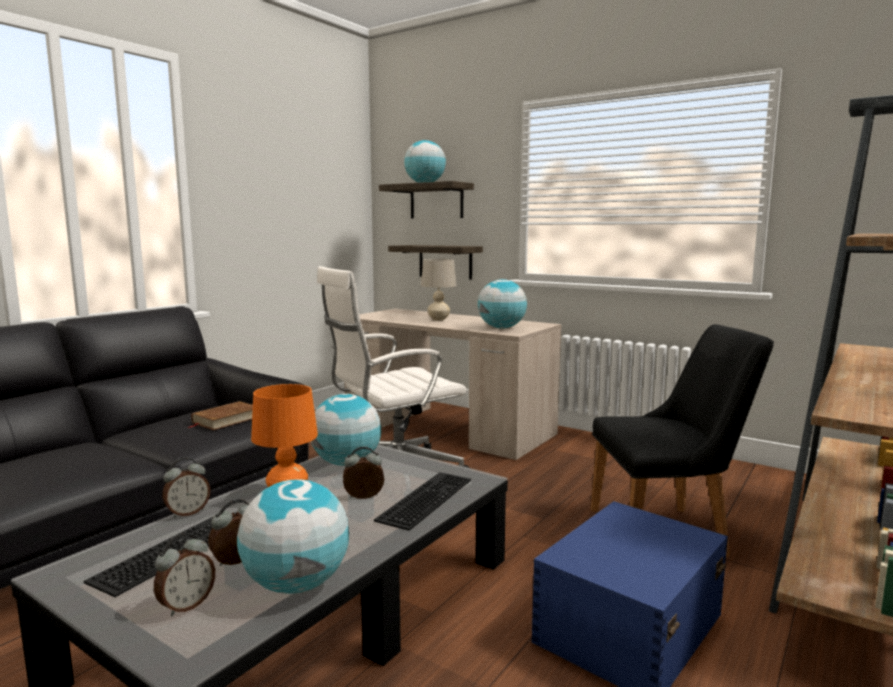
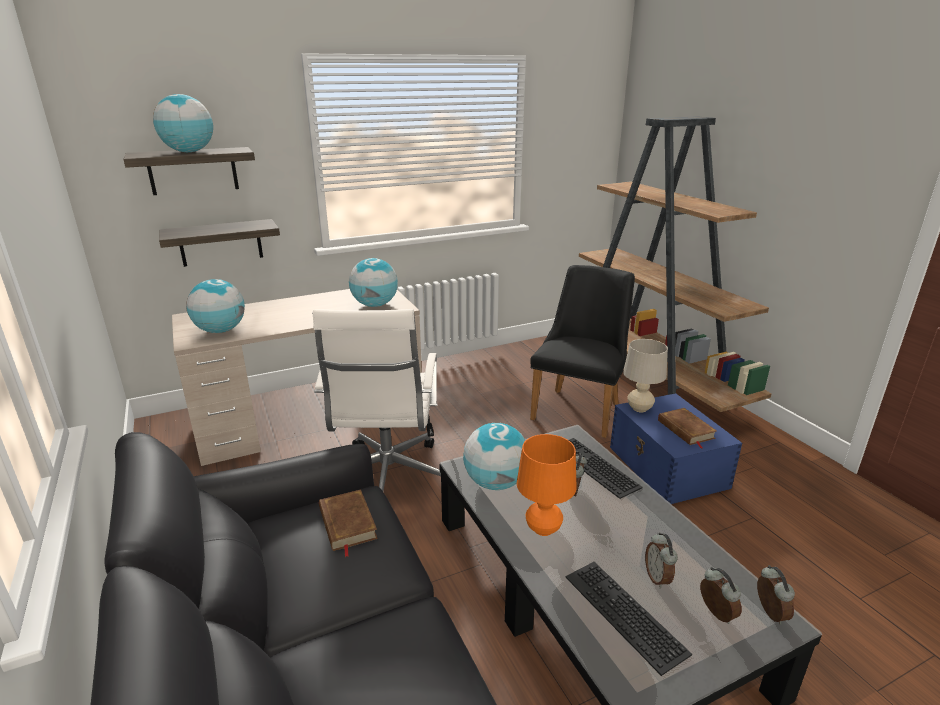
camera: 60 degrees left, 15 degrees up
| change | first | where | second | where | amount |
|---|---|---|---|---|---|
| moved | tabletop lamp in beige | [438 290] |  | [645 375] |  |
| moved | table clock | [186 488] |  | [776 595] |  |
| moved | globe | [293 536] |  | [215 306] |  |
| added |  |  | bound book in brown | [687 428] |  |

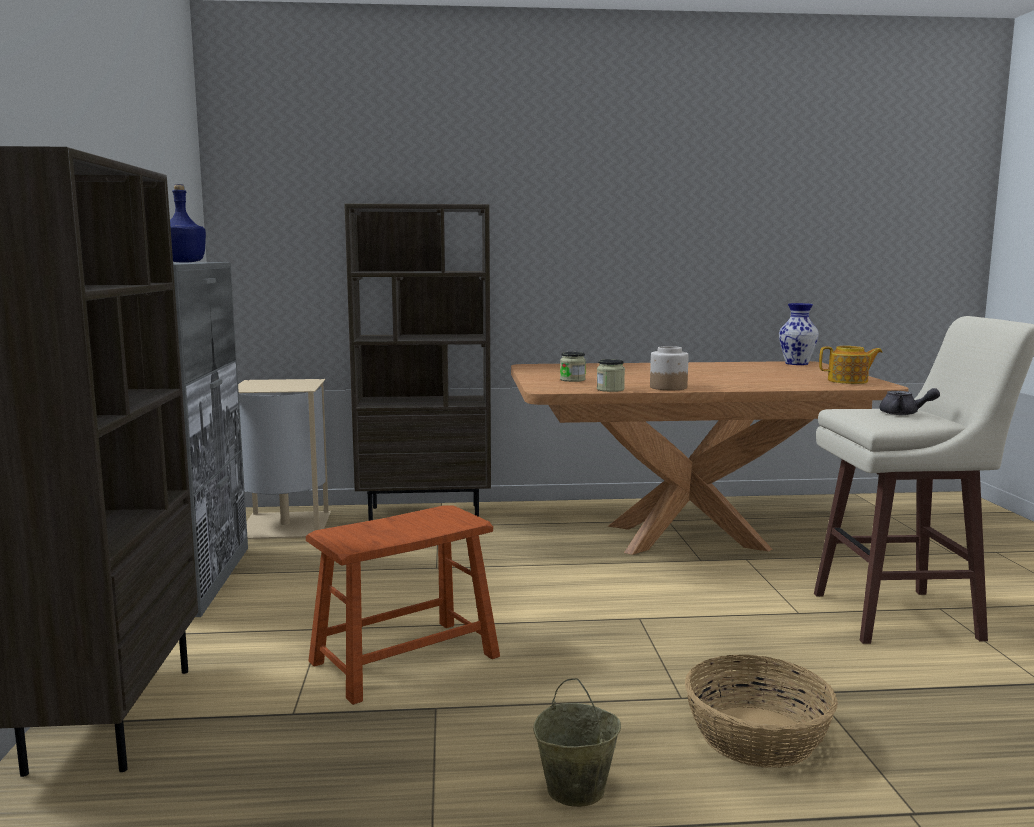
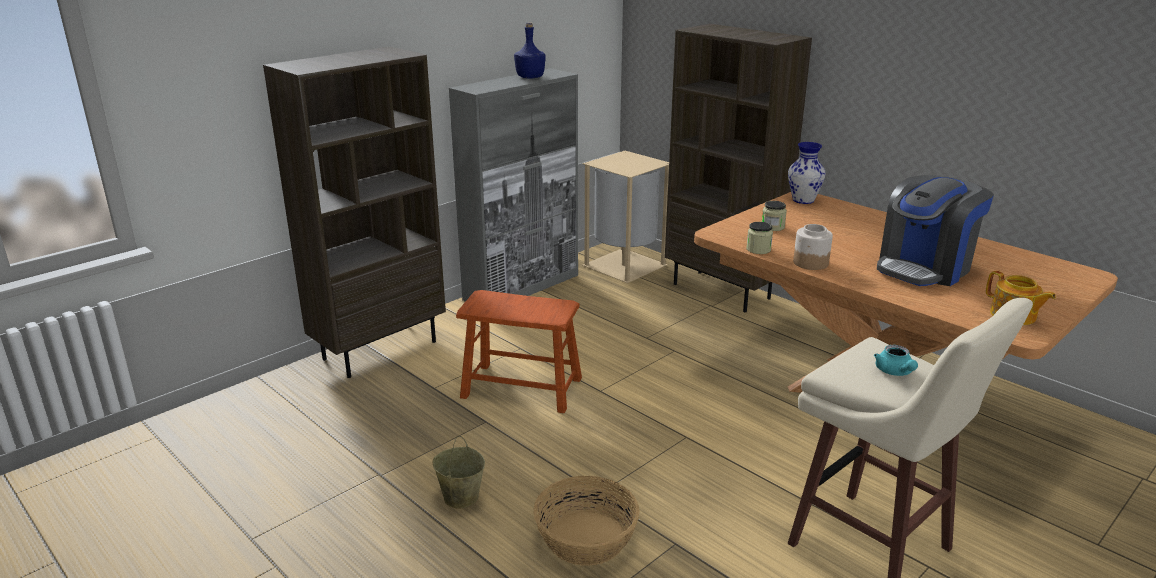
camera: 50 degrees right, 15 degrees up
| change | first | where | second | where | amount |
|---|---|---|---|---|---|
| moved | vase | [799 334] |  | [807 173] |  |
| recoloured | teapot in grey | [910 401] | teapot in turquoise-coloured | [896 360] |  |
| added |  |  | coffee maker | [935 230] |  |

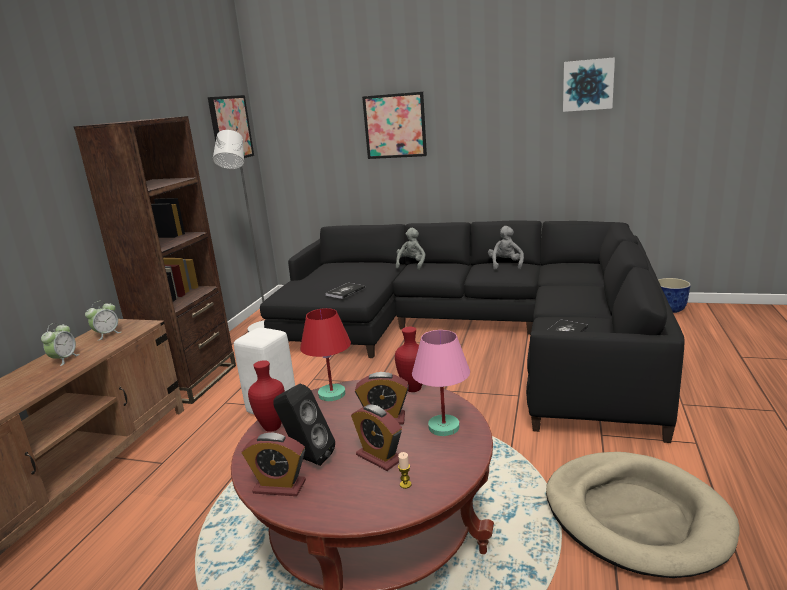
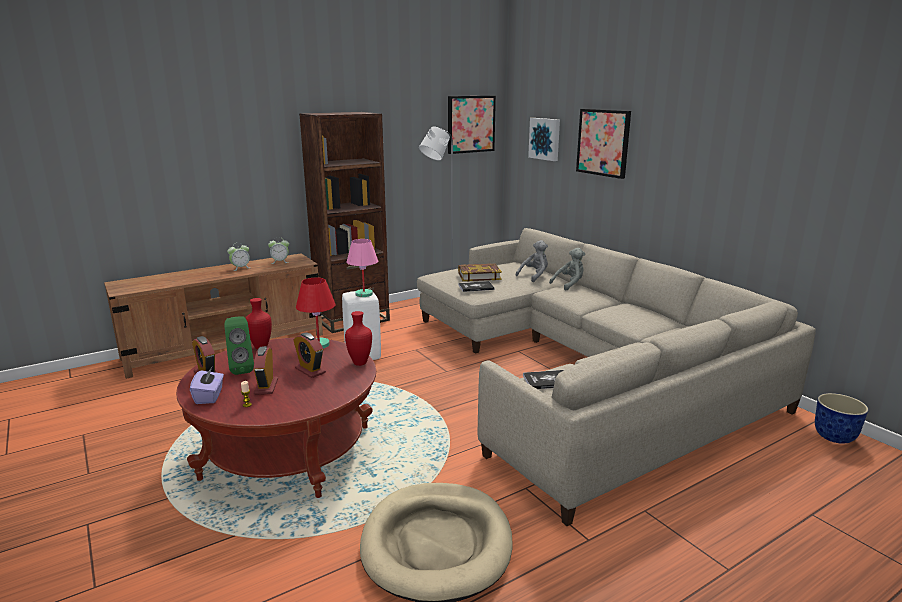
camera: 40 degrees right, 0 degrees up
| change | first | where | second | where | amount |
|---|---|---|---|---|---|
| moved | wall art | [589 84] |  | [544 139] |  |
| recoloured | couch in blackish | [472 332] | couch in beige | [616 377] |  |
| moved | plush toy in grey | [506 248] |  | [531 261] |  |
| moved | tabletop lamp in pink | [441 383] |  | [362 268] |  |
| recoloured | loudspeaker in blackish | [304 425] | loudspeaker in greenish | [239 346] |  |
| added |  |  | bound book | [480 272] |  |
| added |  |  | tissue box in purplish | [207 385] |  |

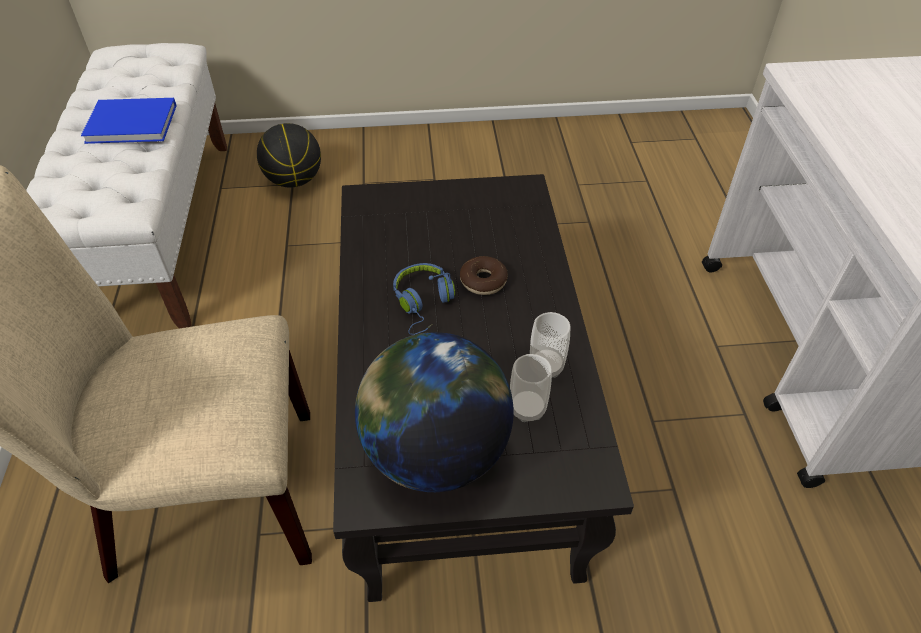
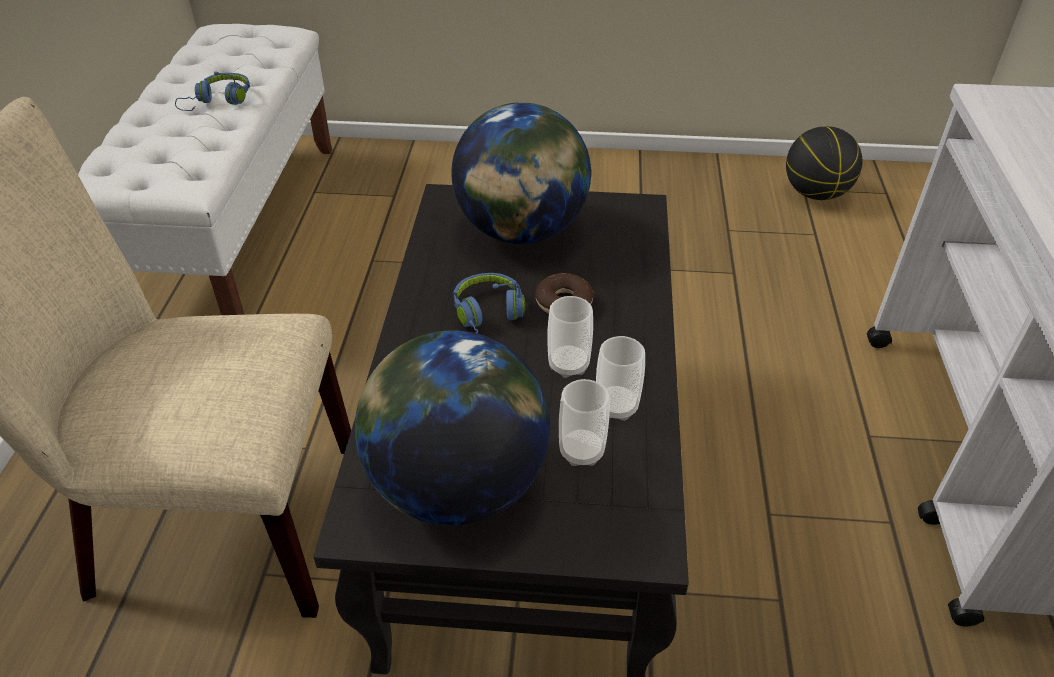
camera: 10 degrees right, 5 degrees down
| change | first | where | second | where | amount |
|---|---|---|---|---|---|
| replaced | bound book in blue | [129 121] | headset in blue | [212 91] |  |
| moved | basketball ball | [289 155] |  | [824 163] |  |
| added |  |  | globe | [521 173] |  |
| added |  |  | drinking cup | [570 337] |  |

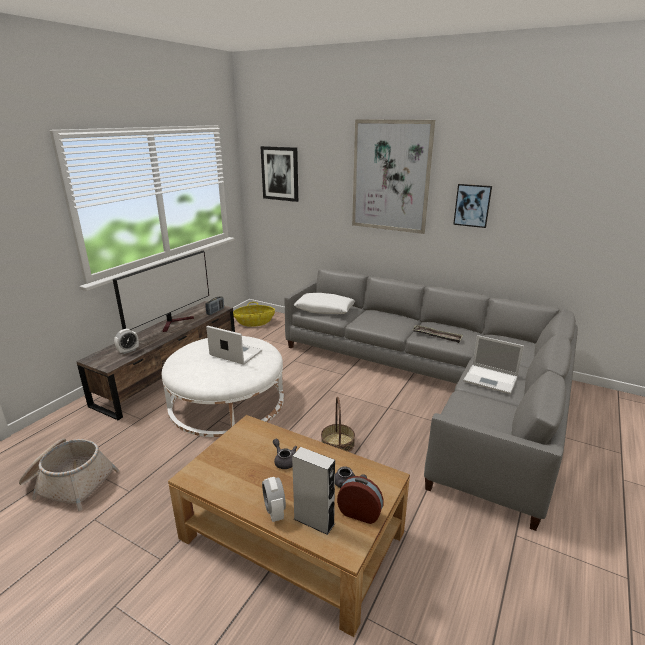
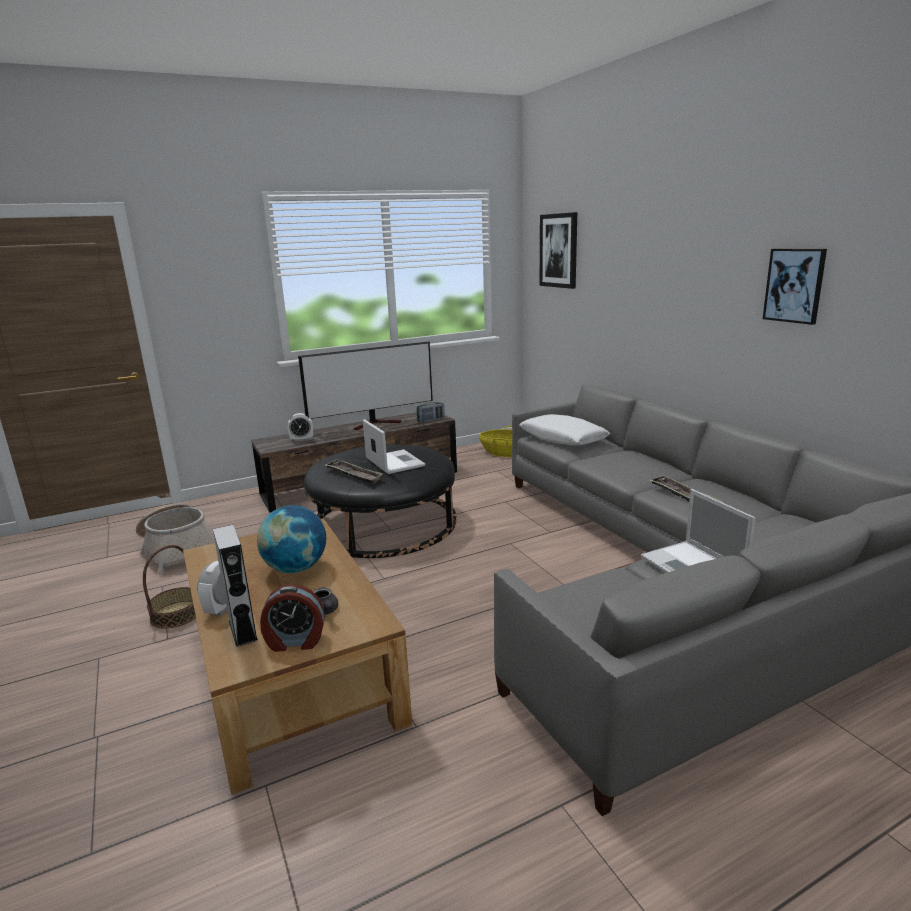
camera: 35 degrees right, 5 degrees down
| change | first | where | second | where | amount |
|---|---|---|---|---|---|
| removed | wall art | [393 176] |  |  |  |
| recoloured | footrest in white | [223 386] | footrest in blackish | [380 501] |  |
| moved | household basket | [338 424] |  | [169 587] |  |
| replaced | teapot in grey | [285 454] | globe | [291 539] |  |
| turned | table clock | [360 500] |  | [292 618] | 120 degrees clockwise |
| added |  |  | tray | [353 472] |  |

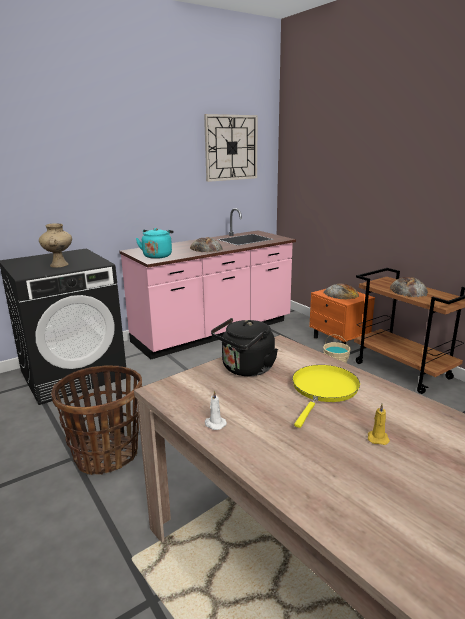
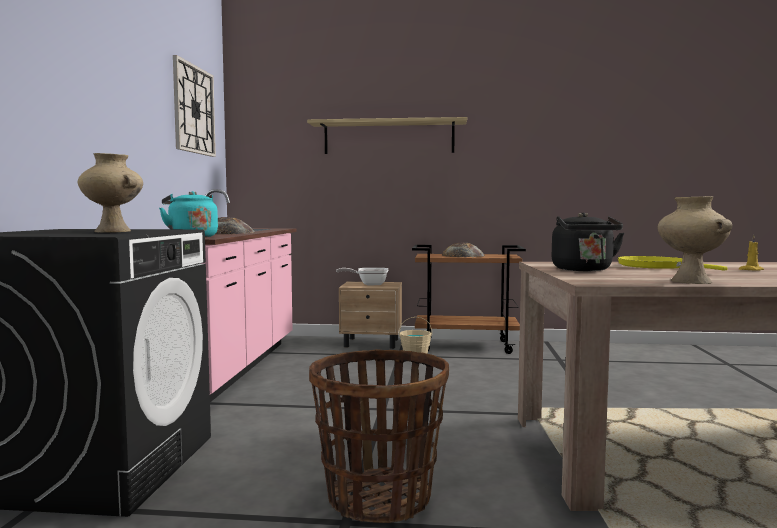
camera: 50 degrees left, 15 degrees down
| change | first | where | second | where | amount |
|---|---|---|---|---|---|
| replaced | baked bread | [341 291] | pan | [362 276] |  |
| recoloured | nightstand in orange | [342 316] | nightstand in beige | [370 315] |  |
| replaced | candle in white | [216 410] | vase in beige | [695 240] |  |
| added |  |  | wall shelf | [387 135] |  |

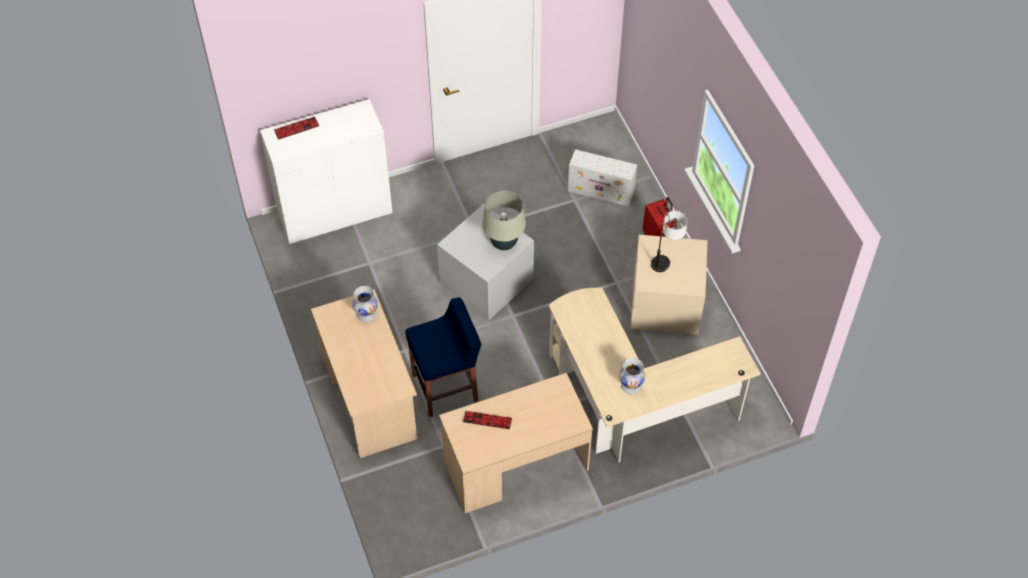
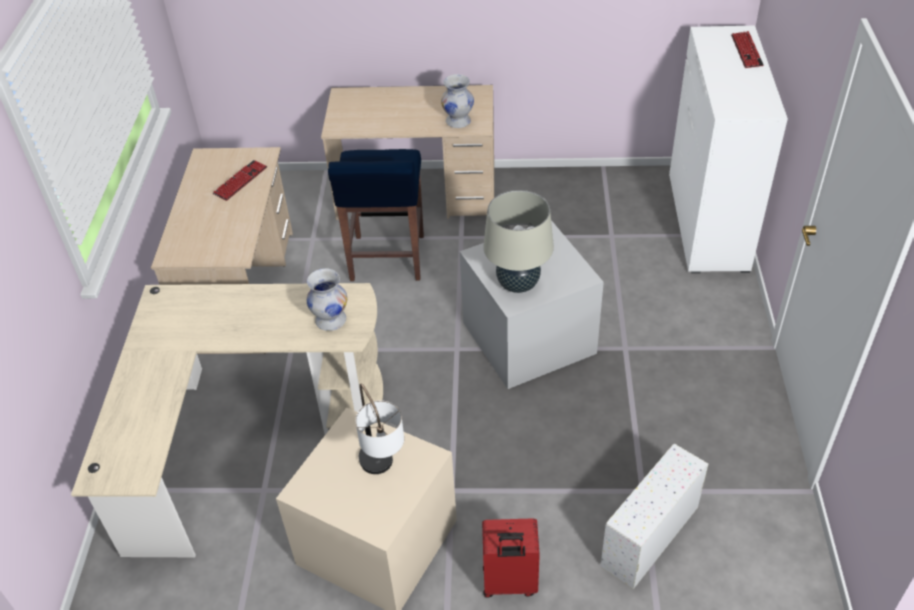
camera: 115 degrees right, 10 degrees down
| change | first | where | second | where | amount |
|---|---|---|---|---|---|
| moved | vase in white | [632 376] |  | [327 299] |  |

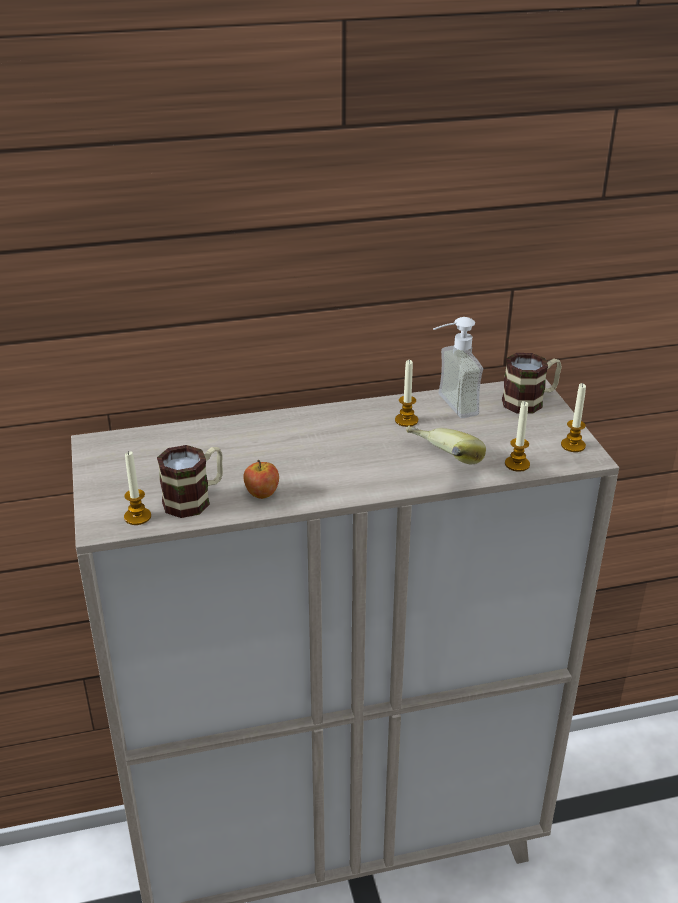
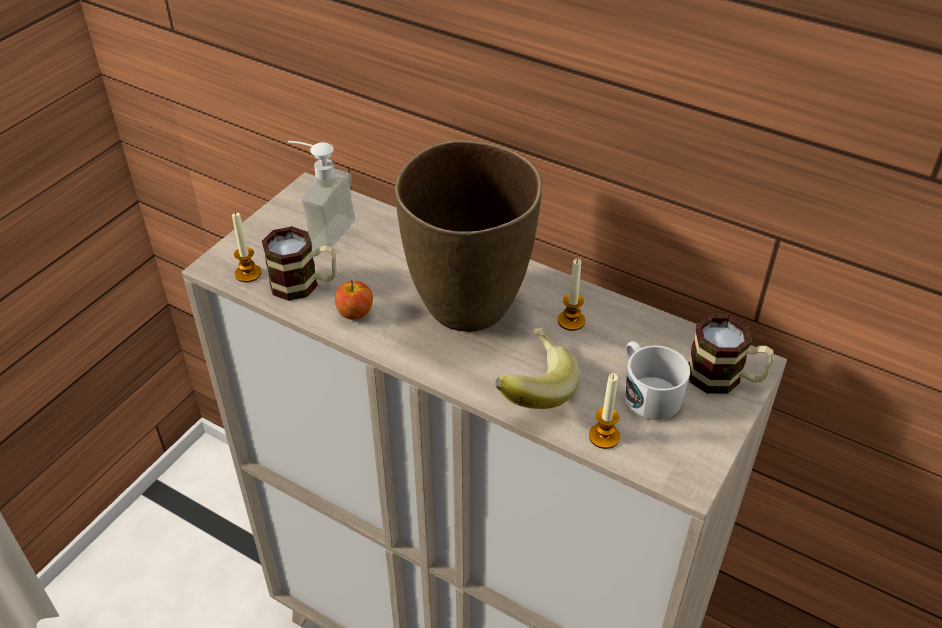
camera: 45 degrees right, 10 degrees up
| change | first | where | second | where | amount |
|---|---|---|---|---|---|
| moved | soap dispenser | [458 367] |  | [322 196] |  |
| removed | candle | [573 417] |  |  |  |
| added |  |  | vase in brown | [468 236] |  |
| added |  |  | mug in white | [657 380] |  |

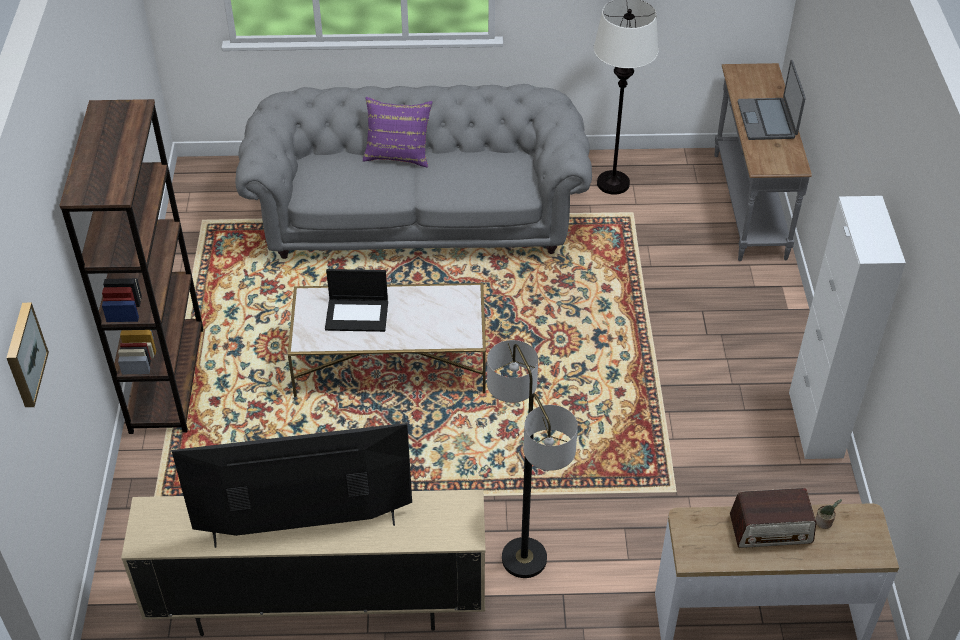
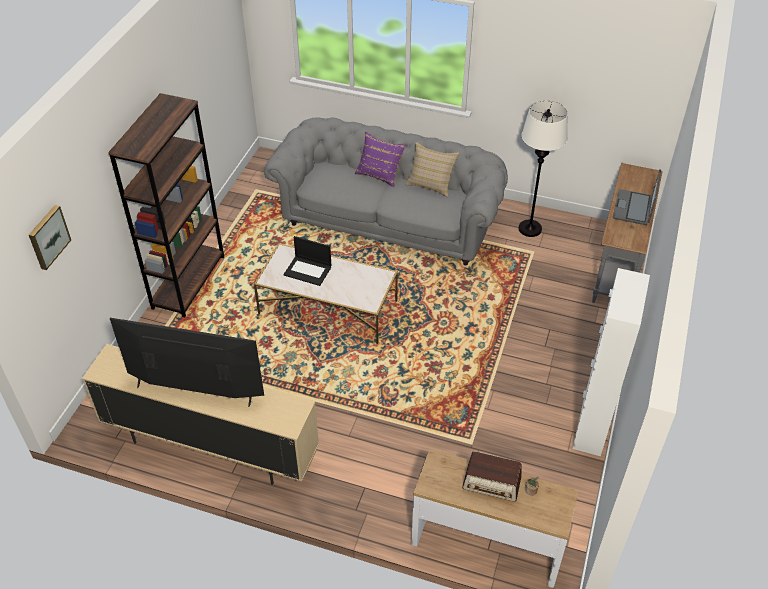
camera: 20 degrees right, 0 degrees up
| change | first | where | second | where | amount |
|---|---|---|---|---|---|
| removed | standard lamp | [532 459] |  |  |  |
| added |  |  | throw pillow in beige | [432 169] |  |

